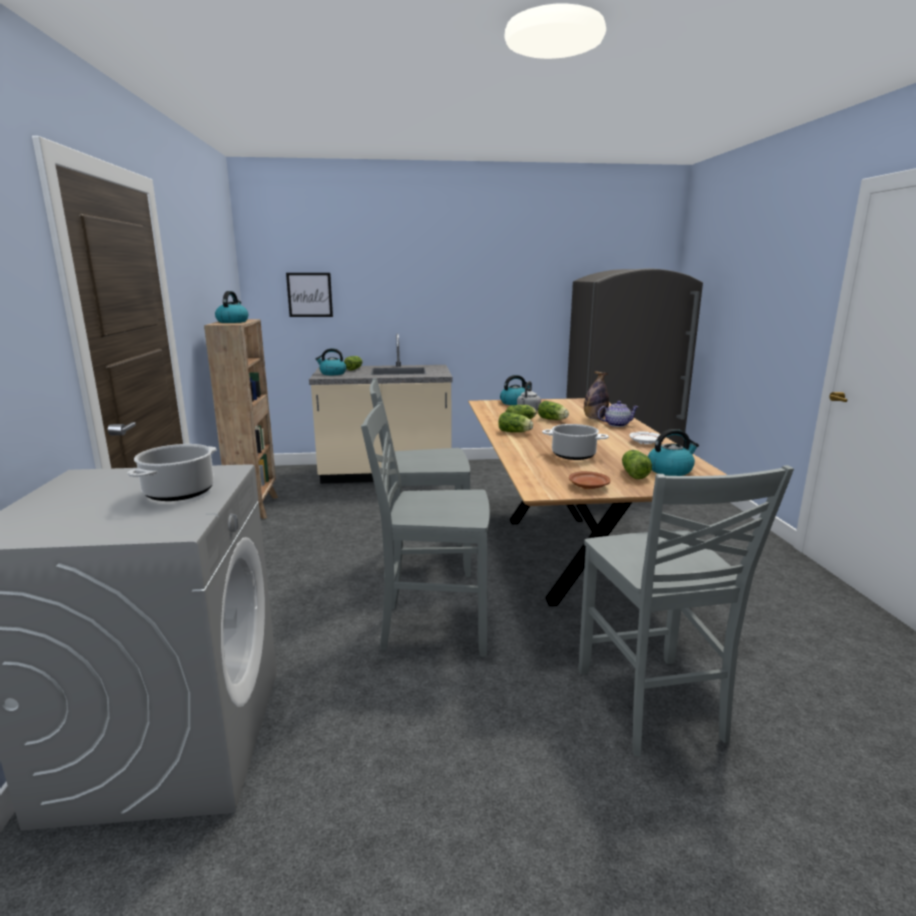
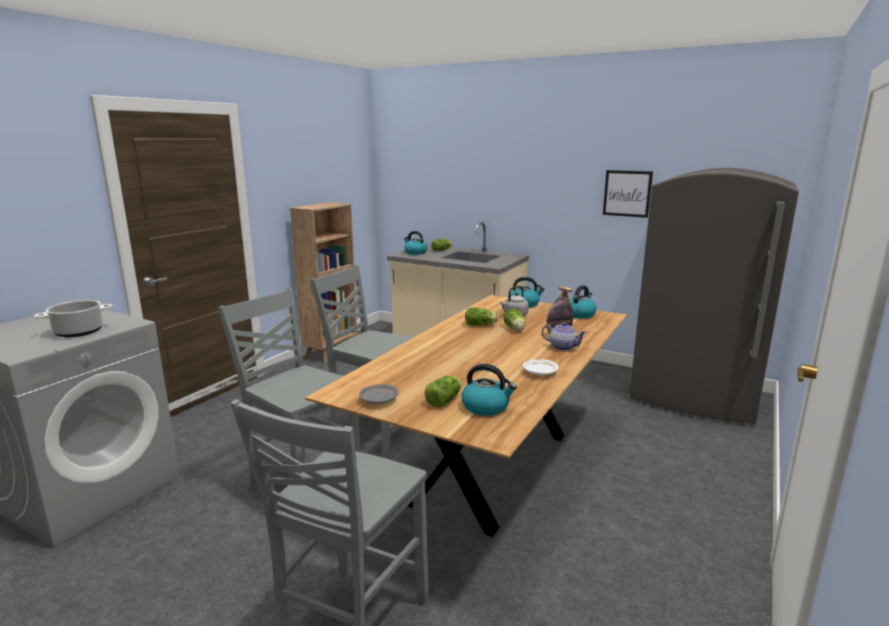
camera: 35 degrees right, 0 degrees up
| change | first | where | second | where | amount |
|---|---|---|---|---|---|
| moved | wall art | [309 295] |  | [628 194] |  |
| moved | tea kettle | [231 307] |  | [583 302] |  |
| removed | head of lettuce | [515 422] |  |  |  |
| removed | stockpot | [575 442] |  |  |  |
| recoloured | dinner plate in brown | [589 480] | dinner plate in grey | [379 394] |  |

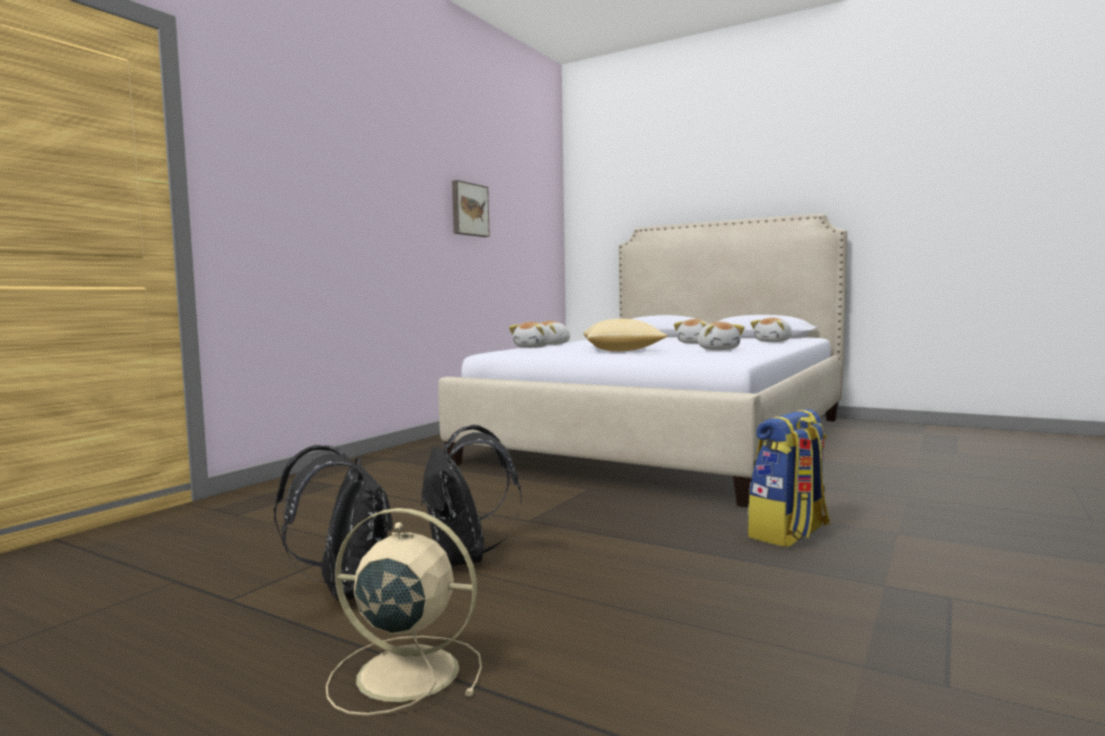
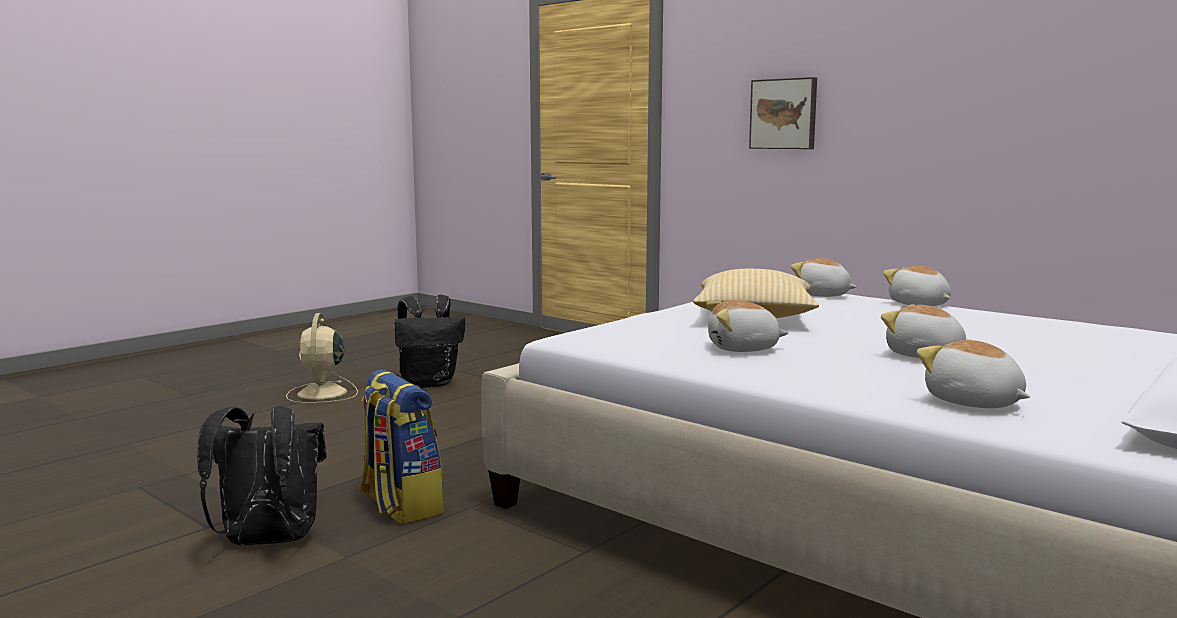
camera: 100 degrees right, 5 degrees up
| change | first | where | second | where | amount |
|---|---|---|---|---|---|
| moved | wall art | [471 208] |  | [783 113] |  |
| moved | rucksack in blackish | [471 495] |  | [262 475] |  |
| turned | cooling fan in beige | [404 612] |  | [322 358] | 150 degrees clockwise |

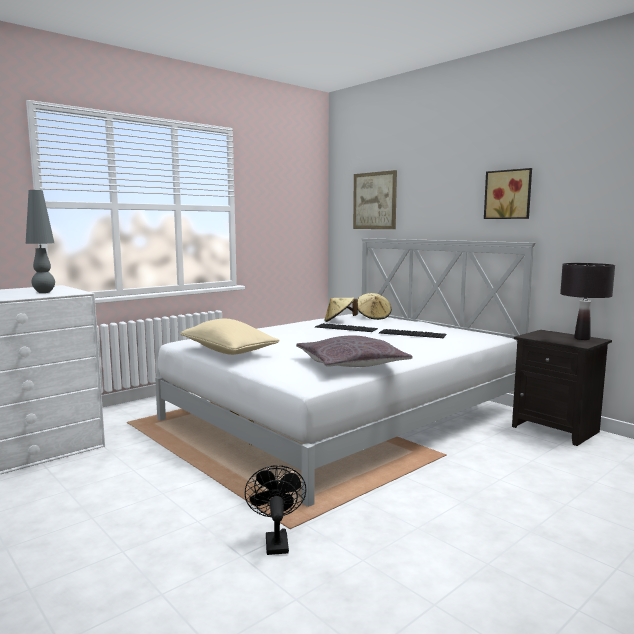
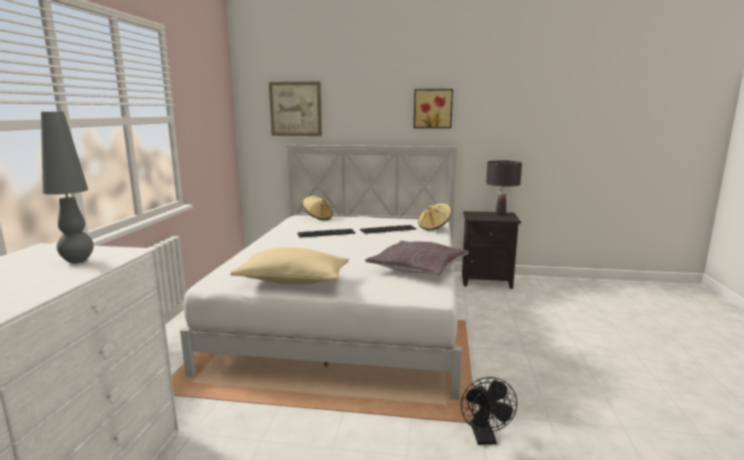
camera: 40 degrees left, 5 degrees up
| change | first | where | second | where | amount |
|---|---|---|---|---|---|
| moved | wearable hat in beige | [341 310] |  | [435 217] |  |
| turned | cooling fan in blackish | [275 510] |  | [489 411] | 135 degrees counterclockwise |

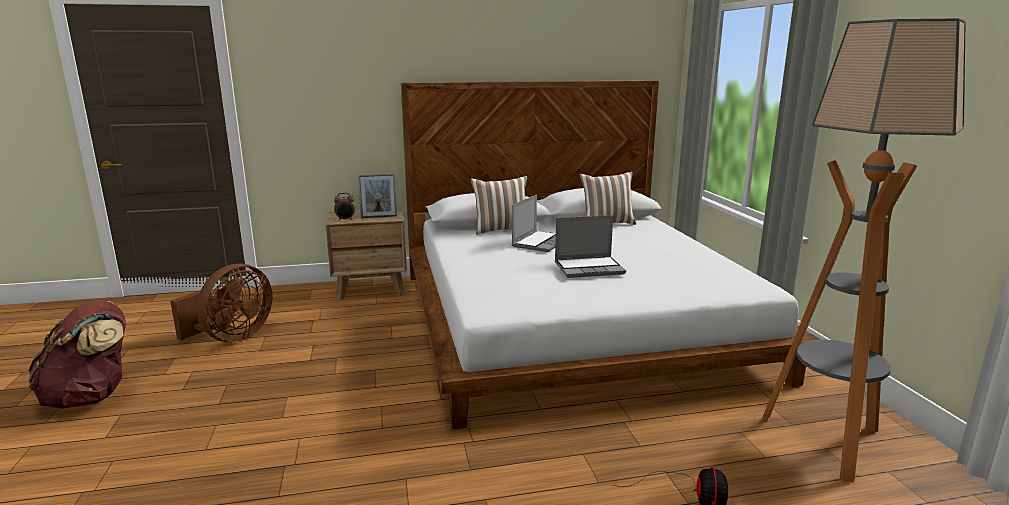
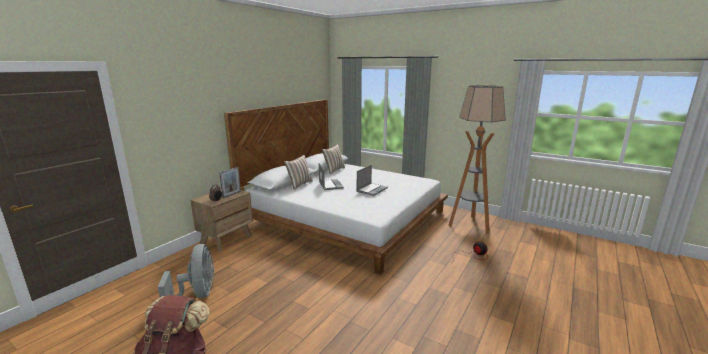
camera: 45 degrees left, 0 degrees up
| change | first | where | second | where | amount |
|---|---|---|---|---|---|
| recoloured | cooling fan in brown | [221 303] | cooling fan in grey | [186 271] |  |

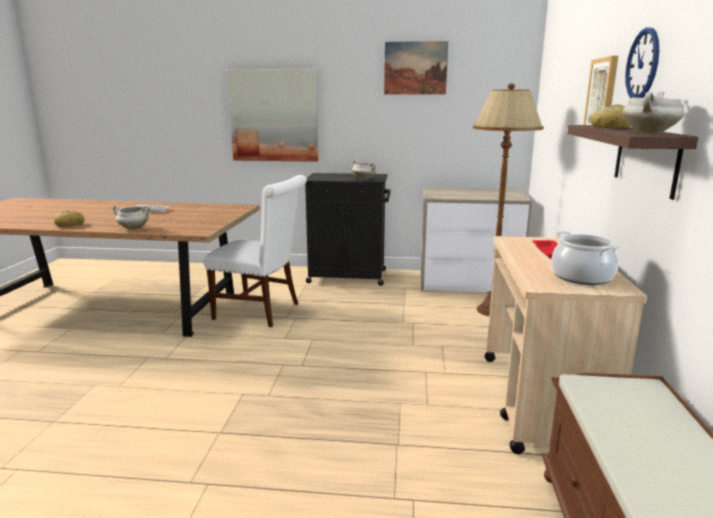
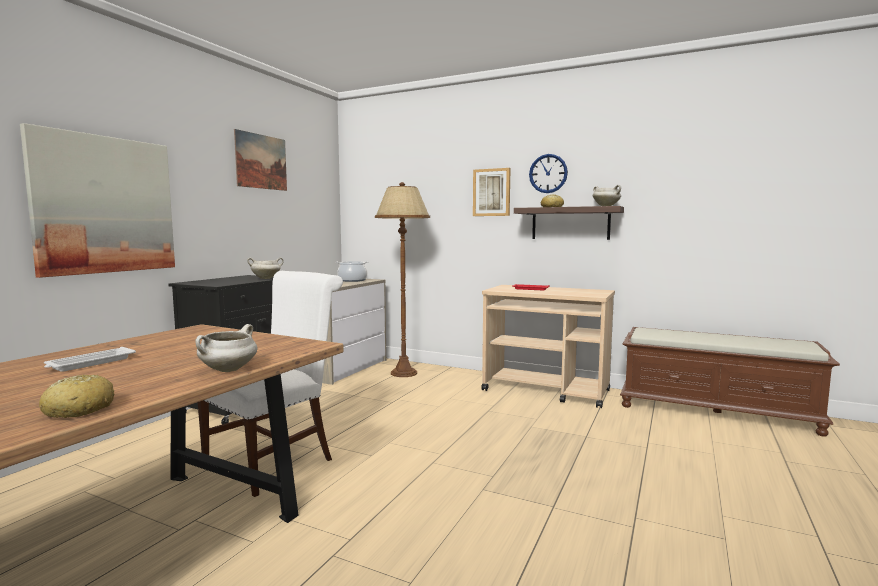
camera: 70 degrees left, 10 degrees down
| change | first | where | second | where | amount |
|---|---|---|---|---|---|
| moved | stockpot | [585 258] |  | [352 271] |  |

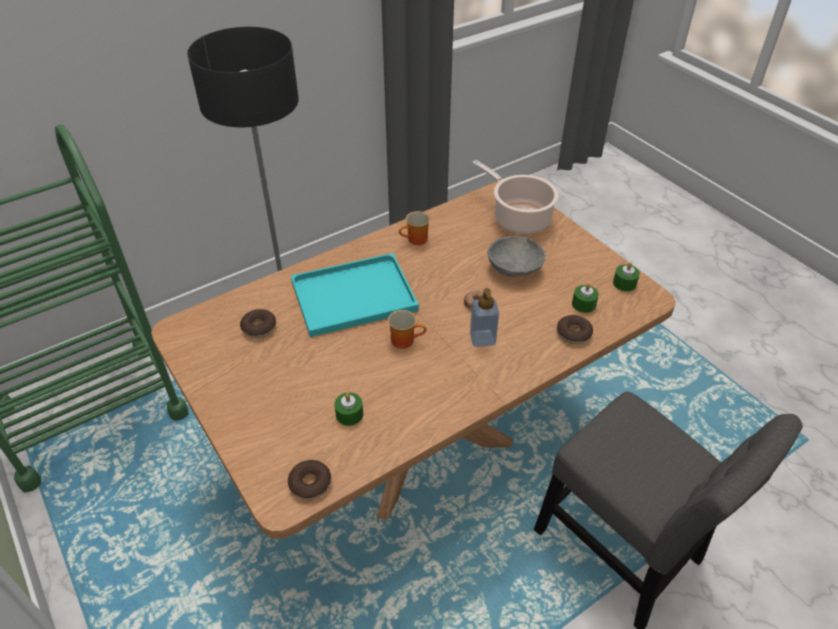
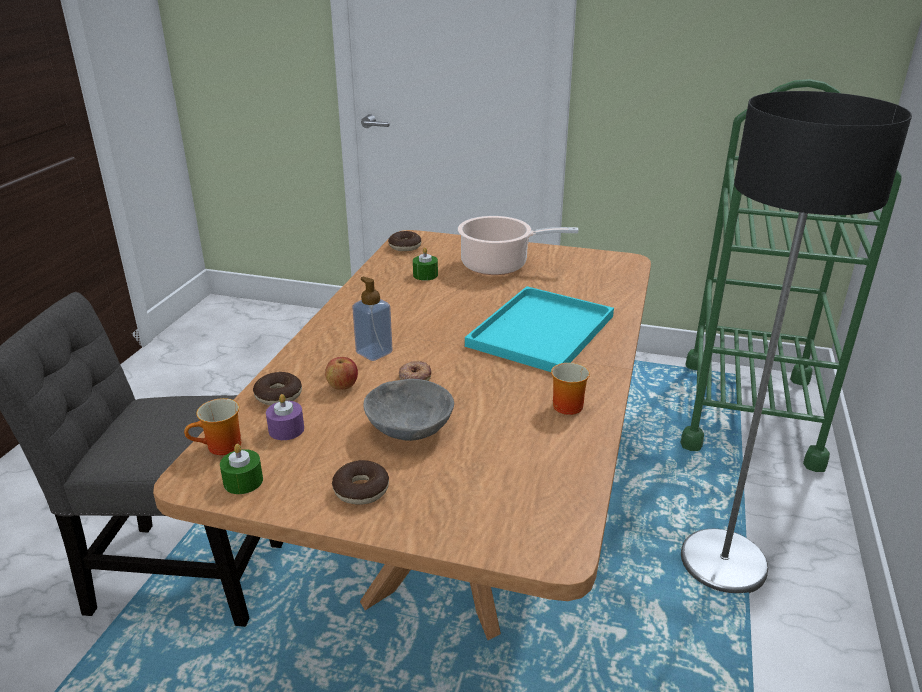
camera: 140 degrees right, 15 degrees down
| change | first | where | second | where | amount |
|---|---|---|---|---|---|
| moved | stockpot | [515 197] |  | [518 245] |  |
| recoloured | candle in greenish | [585 298] | candle in purplish | [285 417] |  |
| moved | doughnut | [258 323] |  | [360 482] |  |
| moved | mug | [407 329] |  | [212 426] |  |
| added |  |  | whole apple | [341 373] |  |

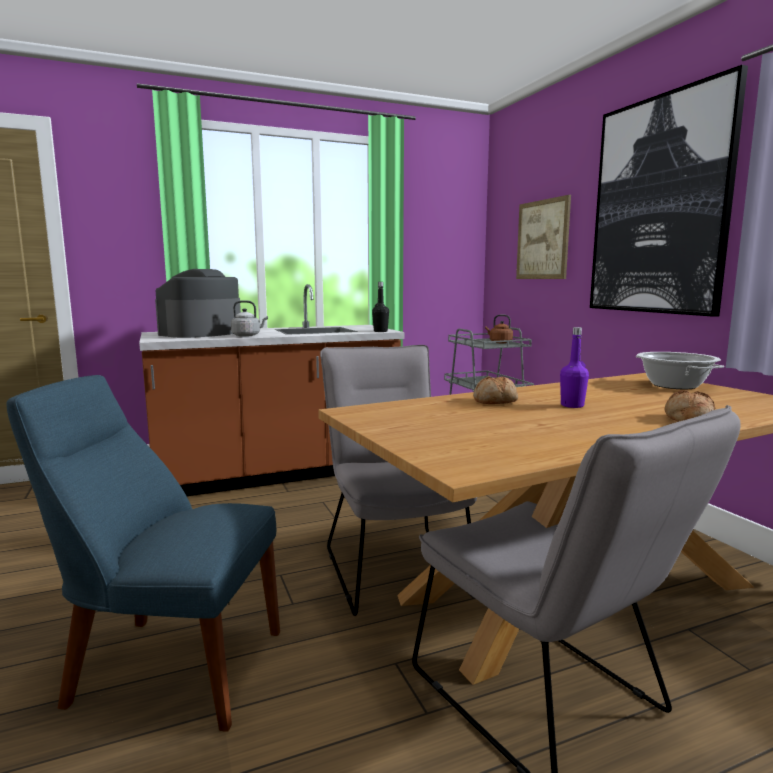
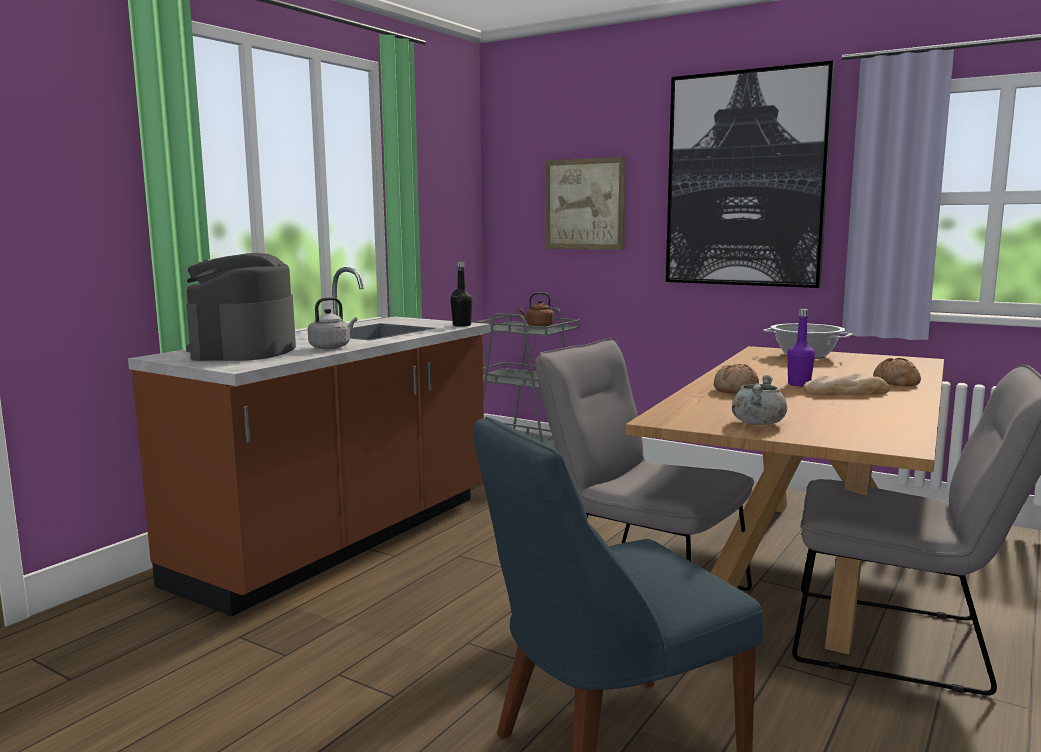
camera: 35 degrees left, 0 degrees up
| change | first | where | second | where | amount |
|---|---|---|---|---|---|
| added |  |  | baked bread | [846 384] |  |
| added |  |  | stockpot in grey | [759 400] |  |

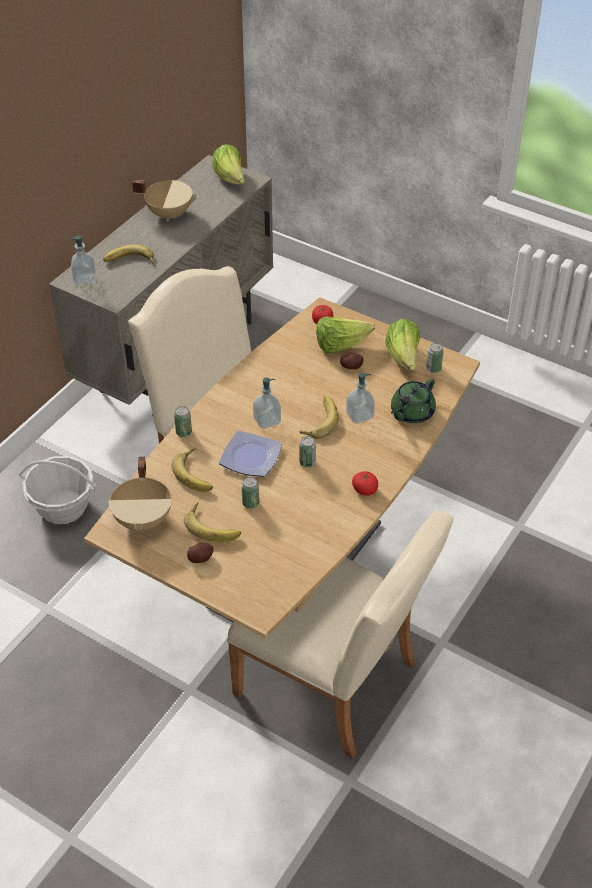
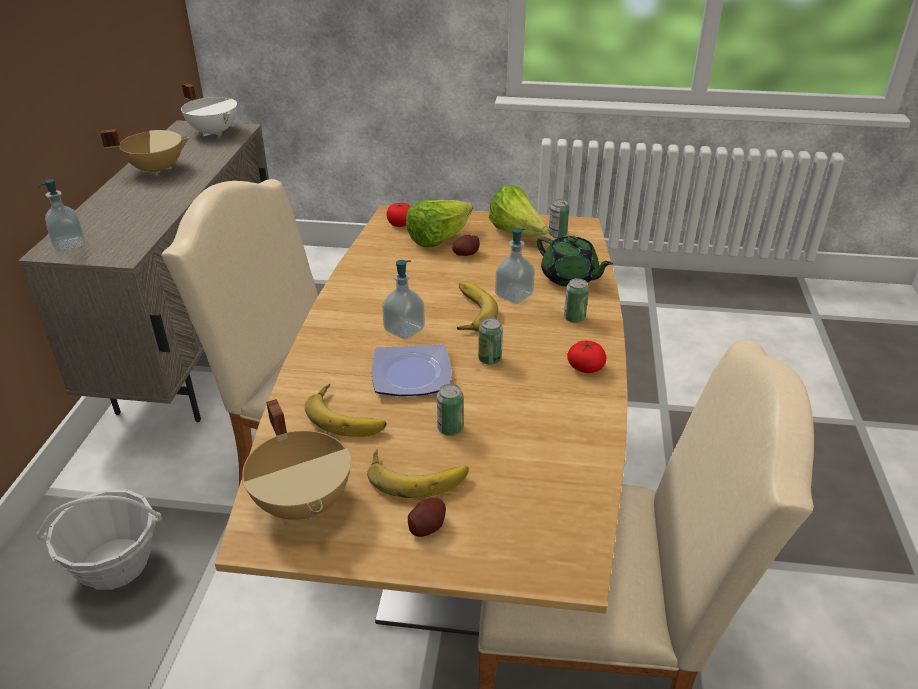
camera: 25 degrees left, 10 degrees down
| change | first | where | second | where | amount |
|---|---|---|---|---|---|
| replaced | head of lettuce | [228 164] | stockpot in white | [209 109] |  |
| removed | whole banana | [128 254] |  |  |  |
| turned | teapot in greenish | [413 400] |  | [575 261] | 60 degrees counterclockwise |
| moved | sealed can | [183 421] |  | [576 300] |  |

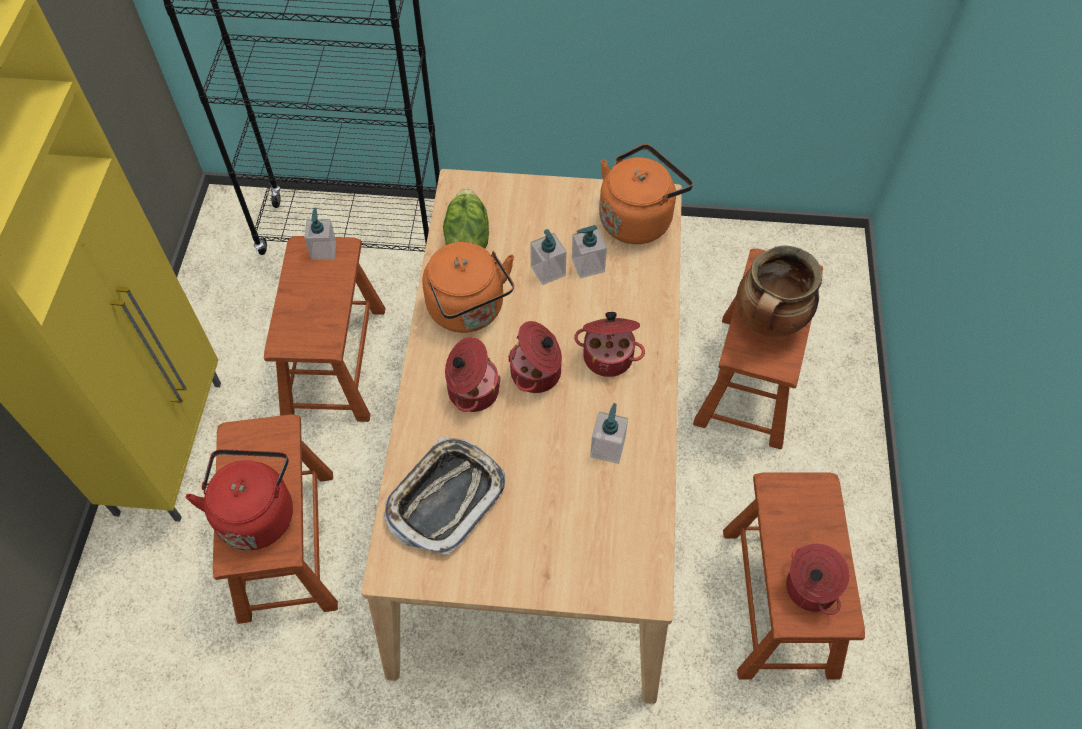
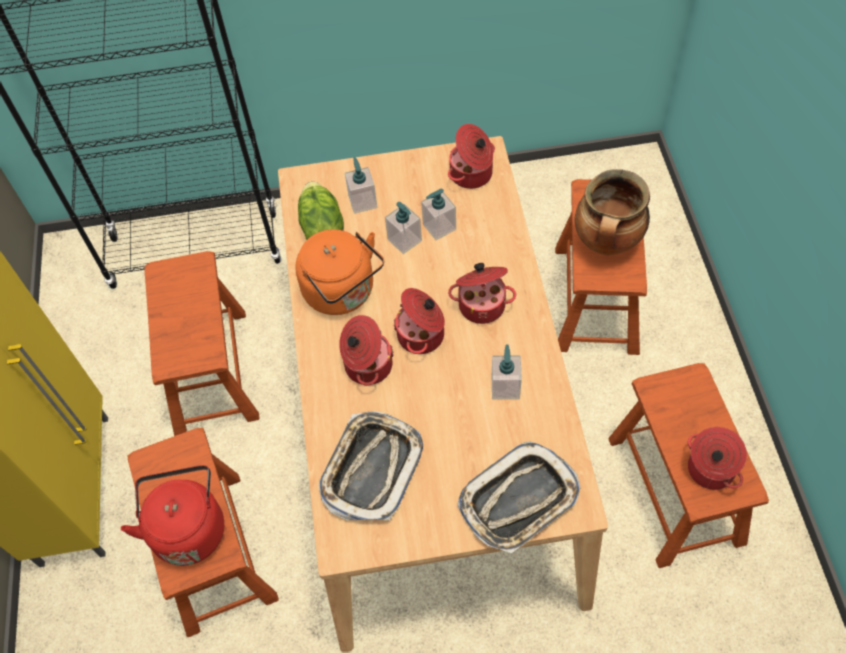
camera: 10 degrees left, 0 degrees up
| change | first | where | second | where | amount |
|---|---|---|---|---|---|
| replaced | tea kettle in orange | [646 194] | stockpot | [471 156] |  |
| moved | soap dispenser | [320 234] |  | [361 185] |  |
| added |  |  | tray | [519 497] |  |

